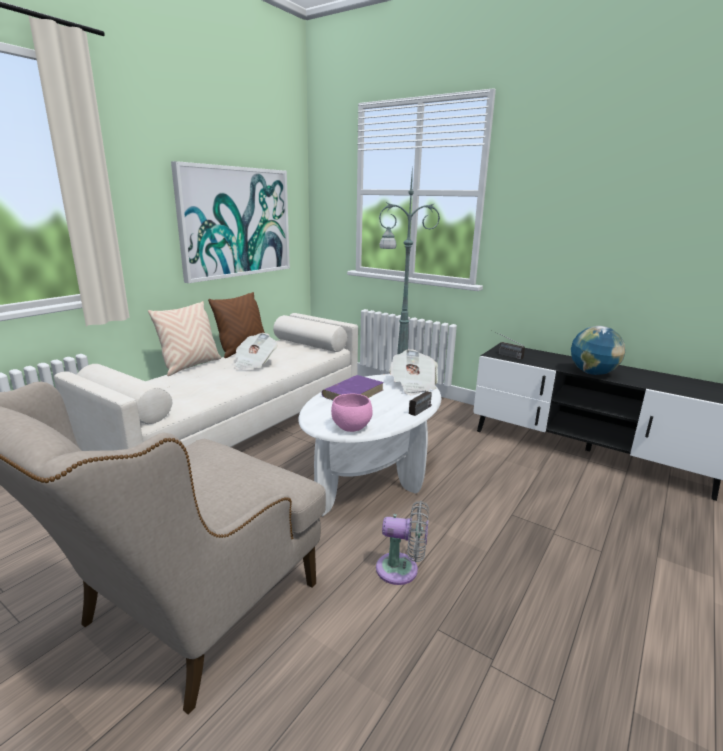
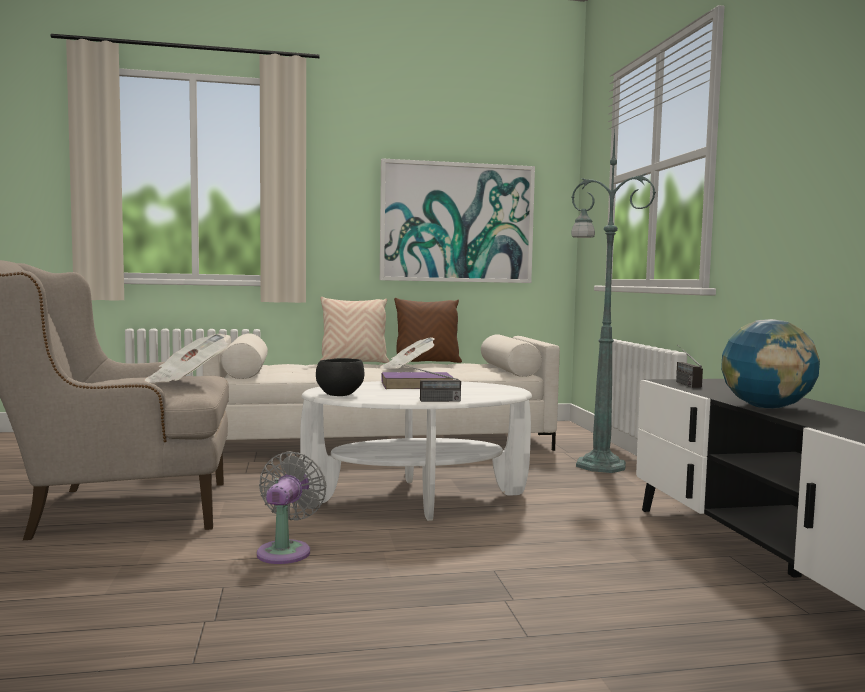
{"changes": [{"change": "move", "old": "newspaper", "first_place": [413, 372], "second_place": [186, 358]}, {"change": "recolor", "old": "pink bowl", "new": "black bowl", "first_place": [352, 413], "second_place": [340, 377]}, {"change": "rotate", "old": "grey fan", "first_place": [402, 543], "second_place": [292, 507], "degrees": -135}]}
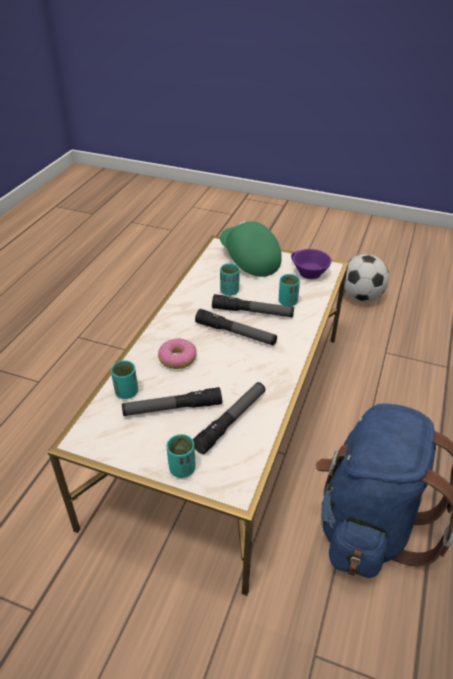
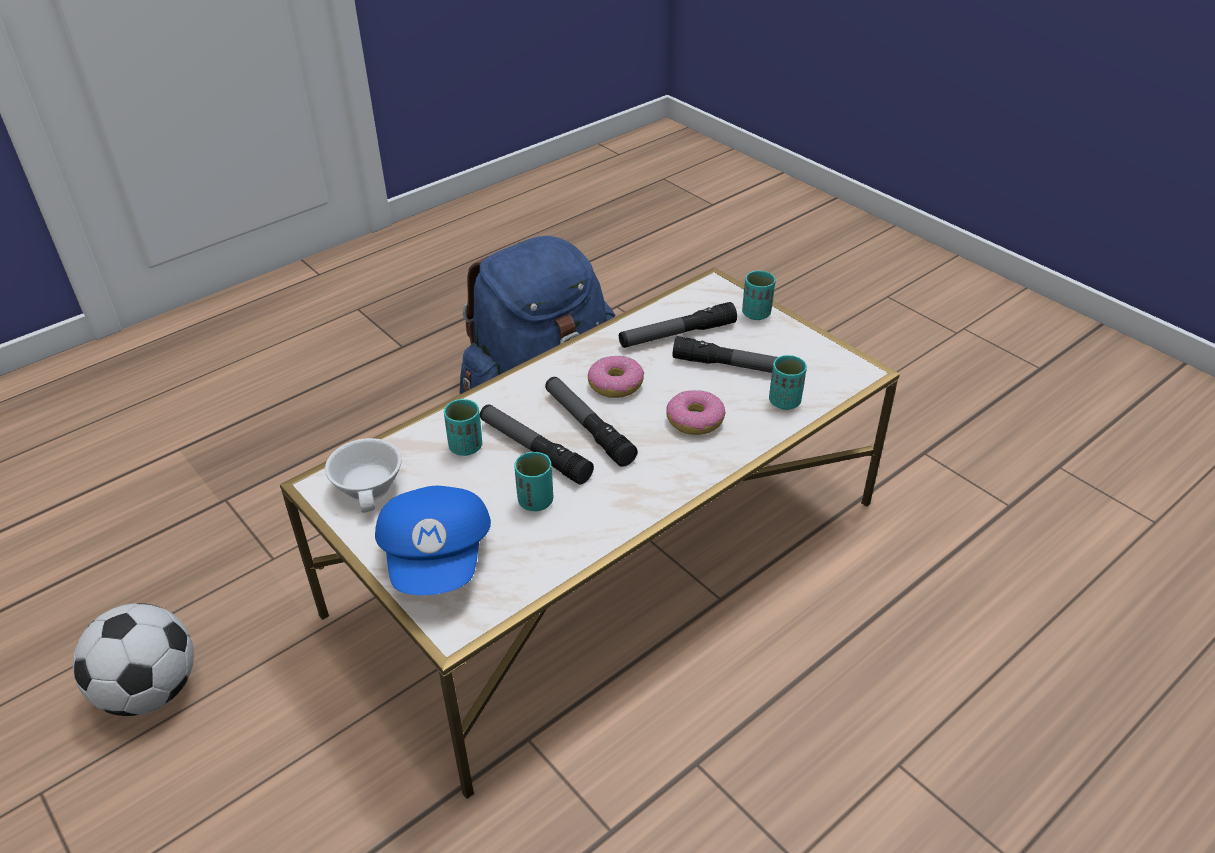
{"changes": [{"change": "recolor", "old": "green cap", "new": "blue cap", "first_place": [251, 249], "second_place": [433, 540]}, {"change": "recolor", "old": "purple cup", "new": "white cup", "first_place": [311, 264], "second_place": [363, 475]}, {"change": "insert", "new": "donut", "second_place": [616, 377]}]}
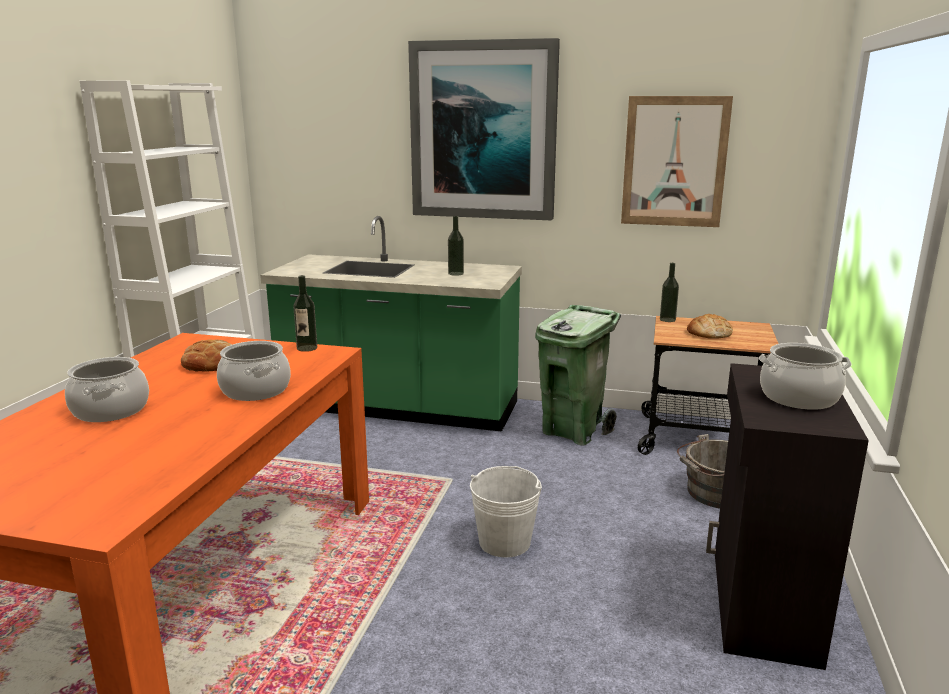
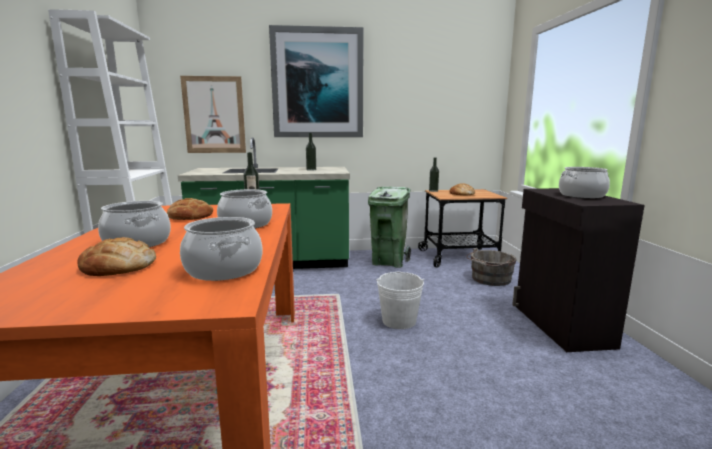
{"changes": [{"change": "move", "old": "picture", "first_place": [677, 161], "second_place": [213, 114]}, {"change": "insert", "new": "cooking pot", "second_place": [221, 249]}, {"change": "insert", "new": "bread", "second_place": [116, 256]}]}
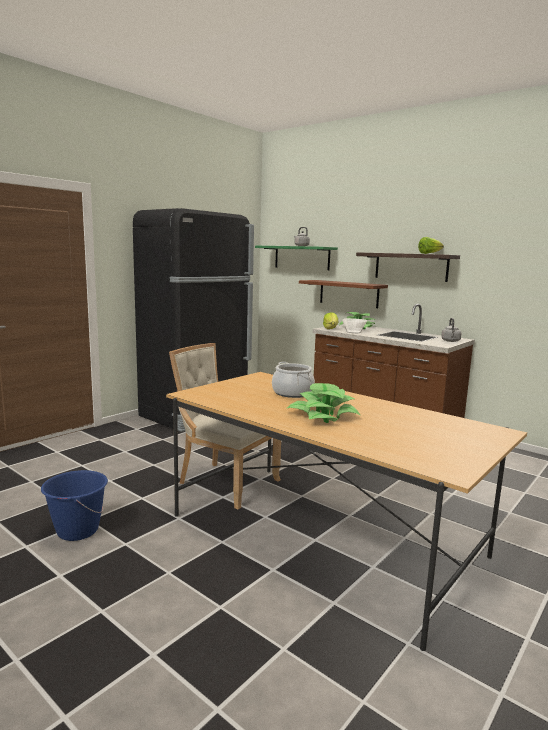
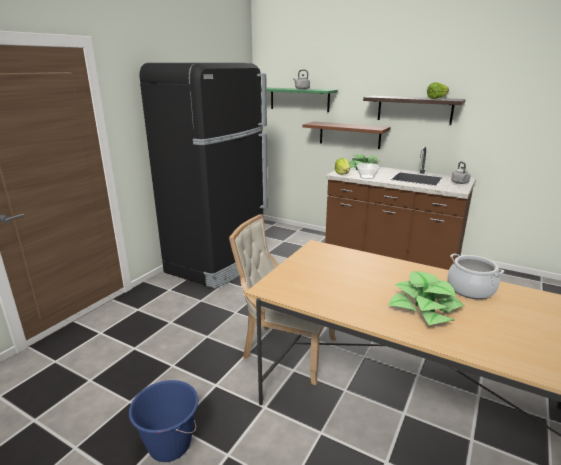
{"changes": [{"change": "move", "old": "cooking pot", "first_place": [293, 380], "second_place": [476, 276]}]}
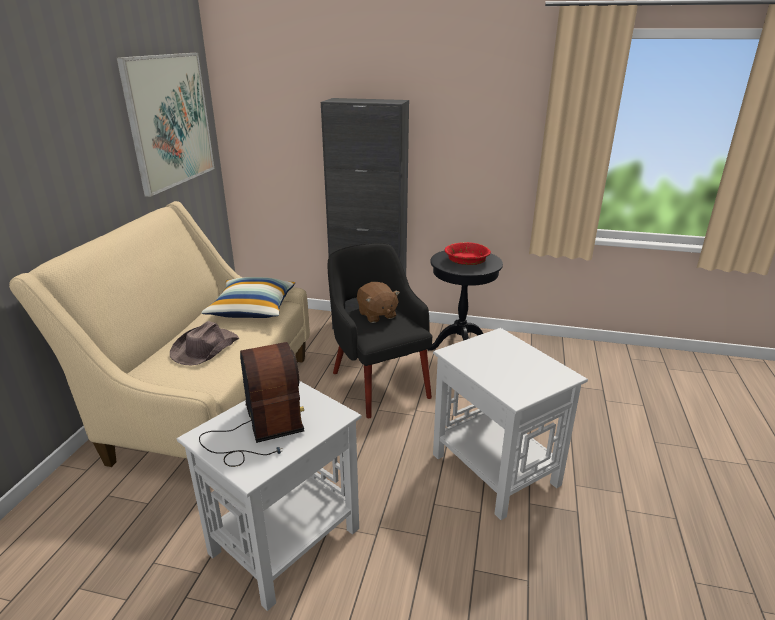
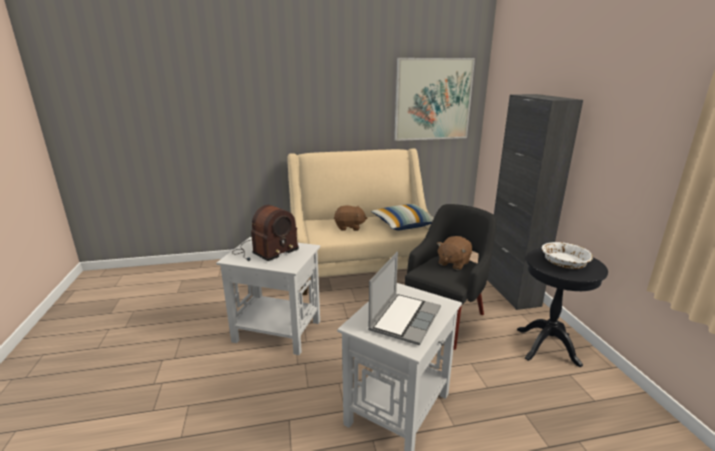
{"changes": [{"change": "recolor", "old": "red bowl", "new": "white bowl", "first_place": [468, 253], "second_place": [567, 255]}, {"change": "replace", "old": "brown hat", "new": "brown plush toy", "first_place": [204, 343], "second_place": [350, 218]}, {"change": "insert", "new": "laptop", "second_place": [404, 299]}]}
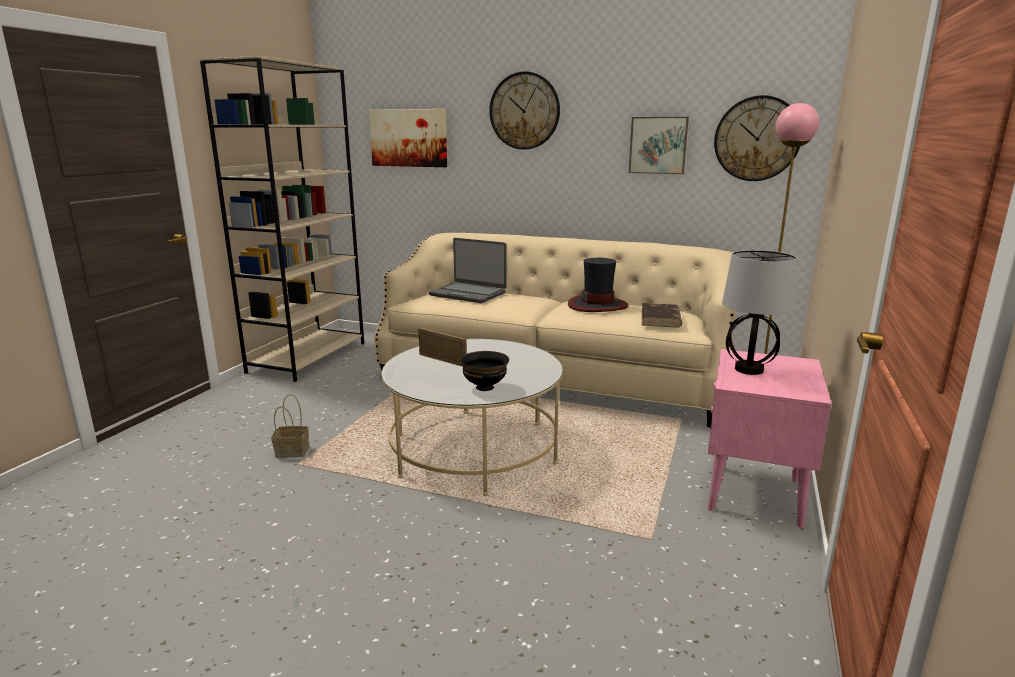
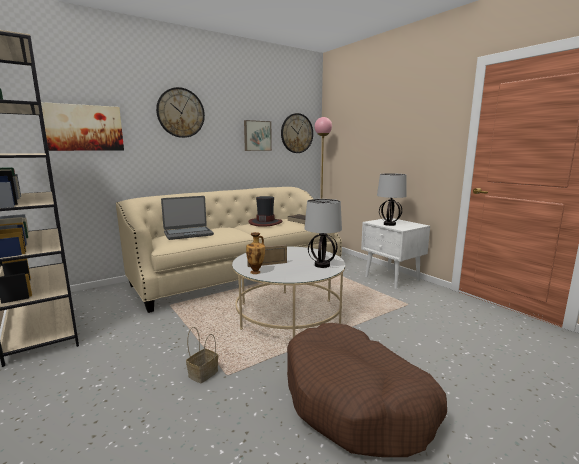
{"changes": [{"change": "recolor", "old": "pink nightstand", "new": "white nightstand", "first_place": [770, 439], "second_place": [395, 253]}, {"change": "replace", "old": "black bowl", "new": "table lamp", "first_place": [484, 371], "second_place": [323, 233]}, {"change": "insert", "new": "vase", "second_place": [255, 253]}, {"change": "insert", "new": "brown dog bed", "second_place": [367, 390]}]}
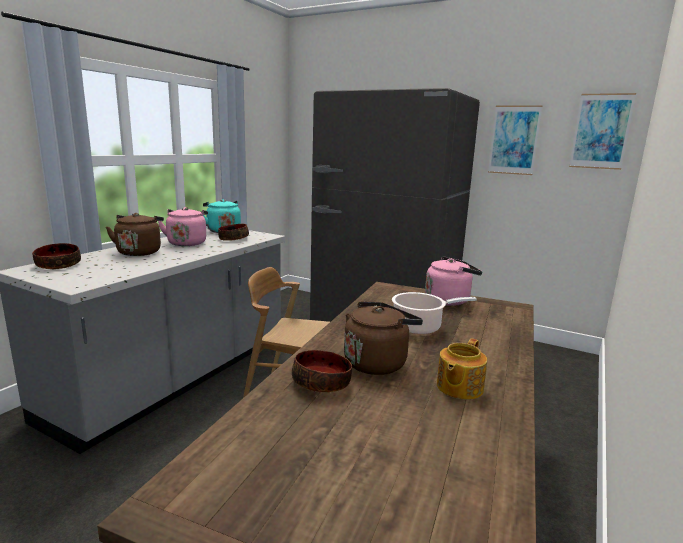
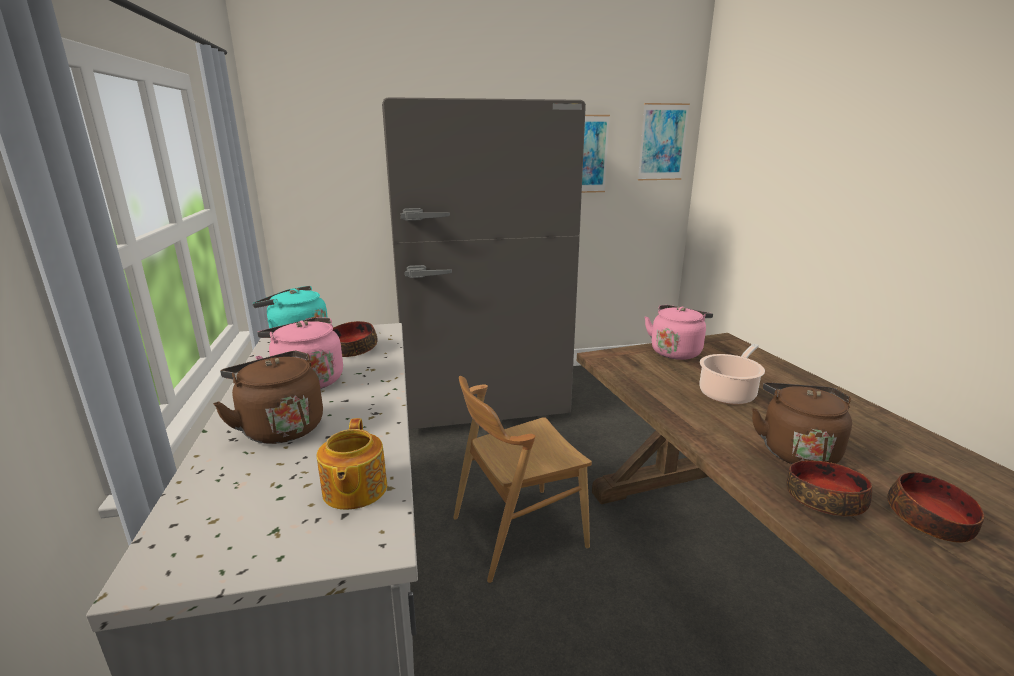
{"changes": [{"change": "move", "old": "bowl", "first_place": [56, 256], "second_place": [935, 507]}, {"change": "move", "old": "teapot", "first_place": [462, 369], "second_place": [351, 464]}]}
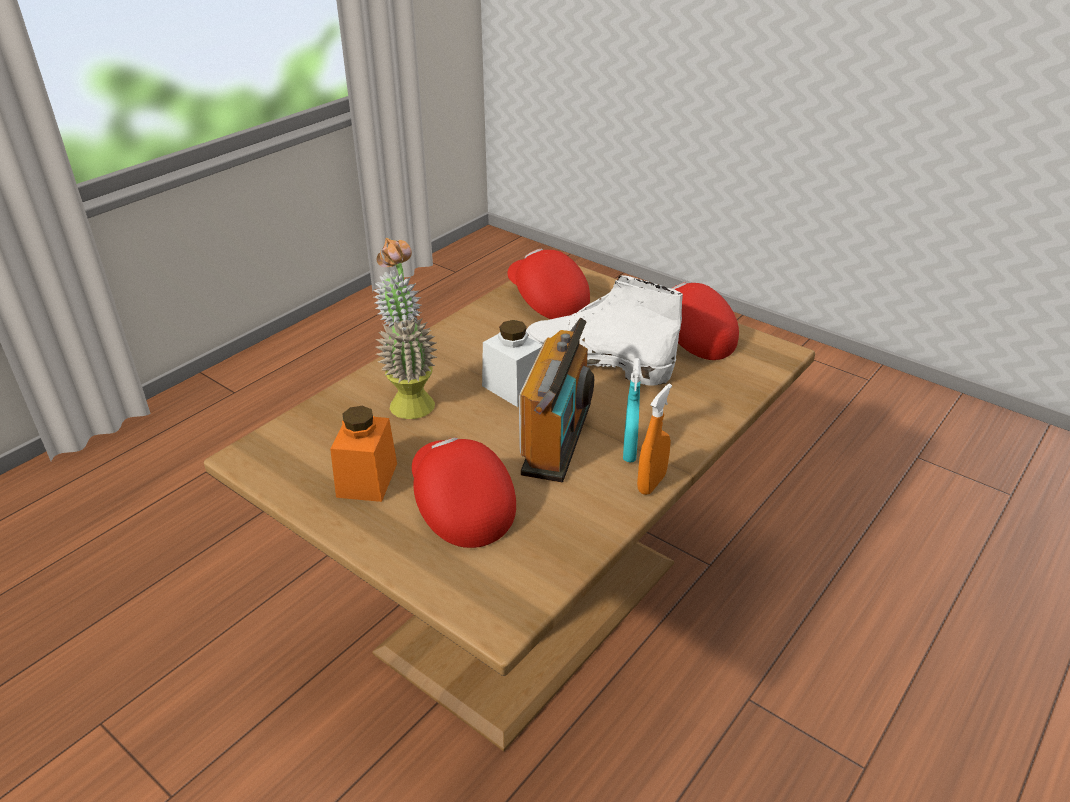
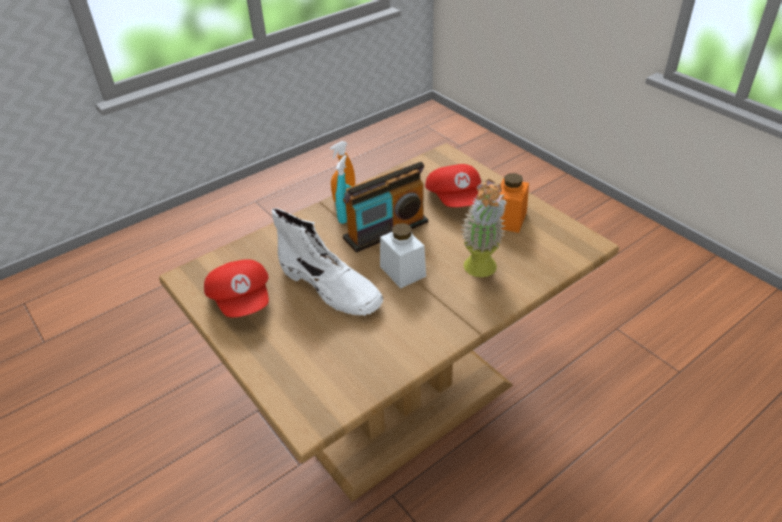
{"changes": [{"change": "delete", "old": "red cap", "first_place": [548, 283]}, {"change": "rotate", "old": "radio", "first_place": [556, 400], "second_place": [385, 207], "degrees": -150}]}
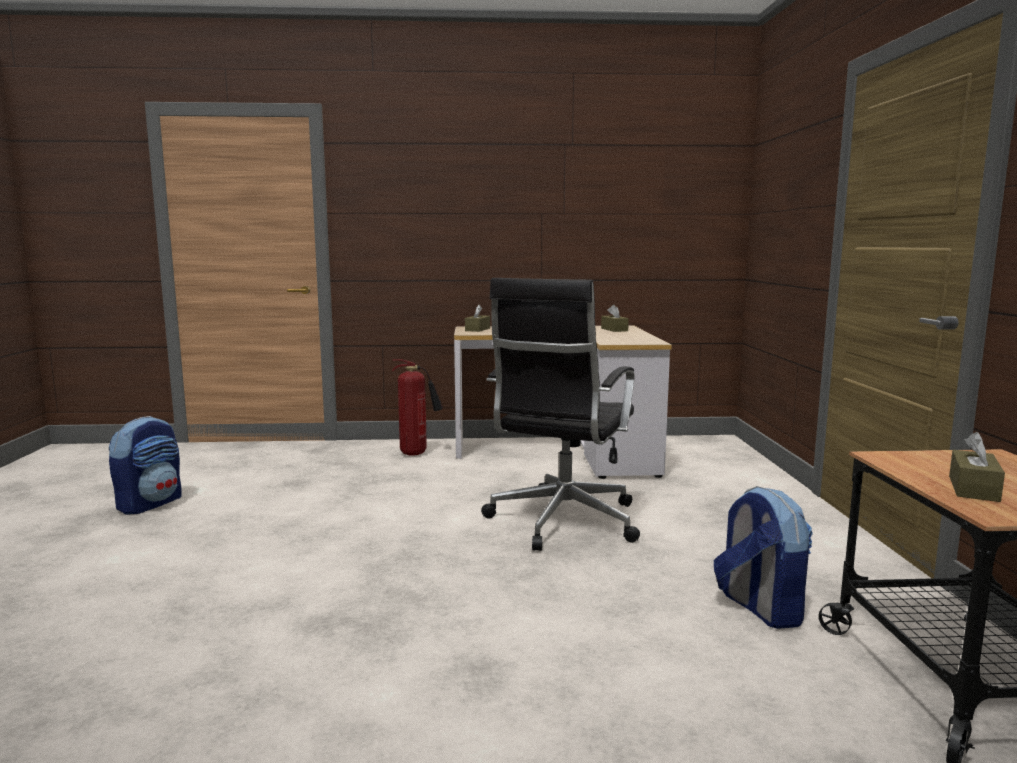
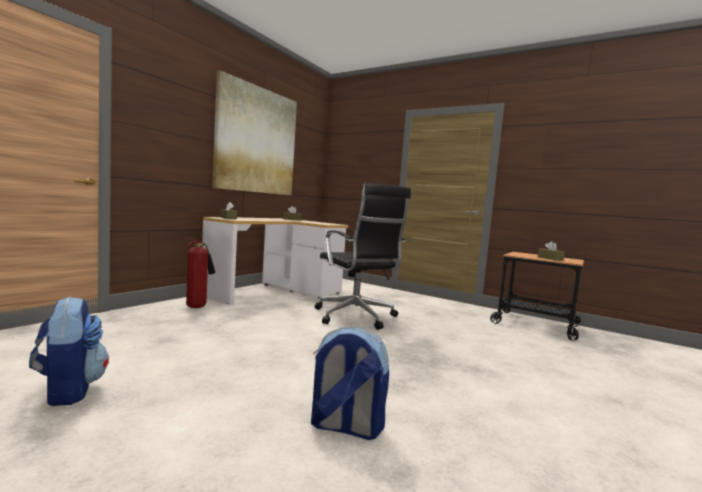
{"changes": [{"change": "move", "old": "backpack", "first_place": [763, 557], "second_place": [350, 383]}, {"change": "insert", "new": "picture", "second_place": [254, 132]}]}
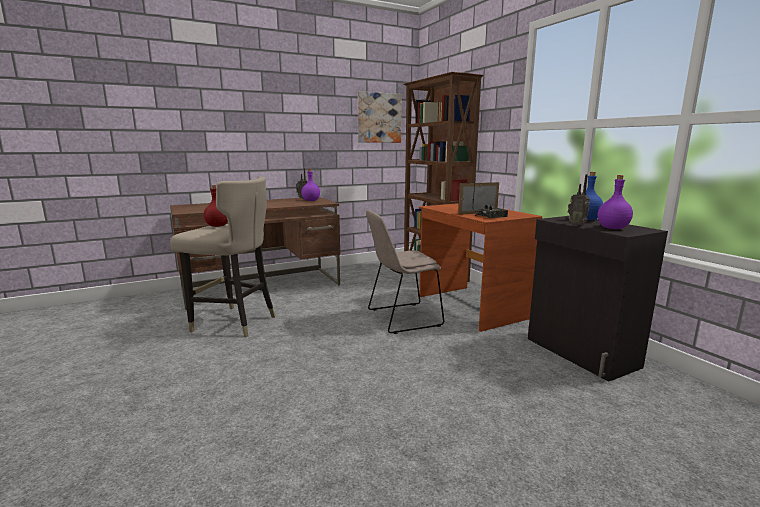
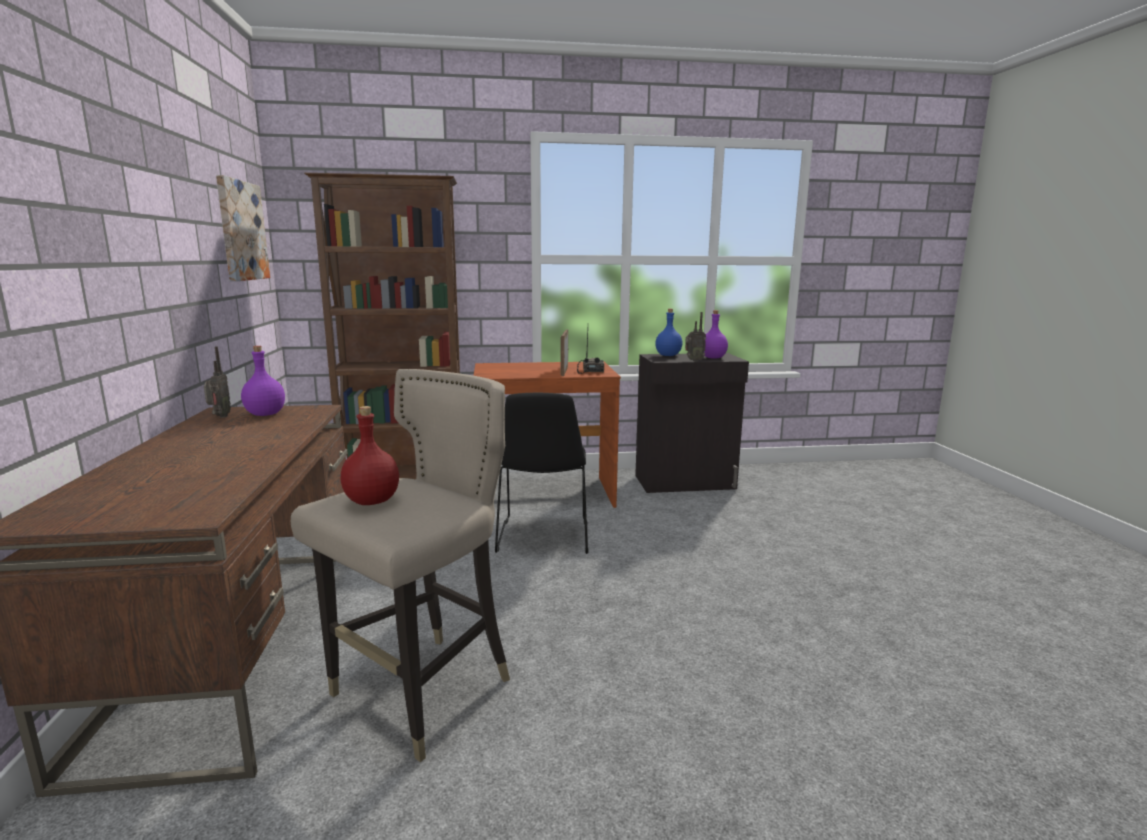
{"changes": [{"change": "recolor", "old": "beige chair", "new": "black chair", "first_place": [405, 272], "second_place": [541, 473]}]}
